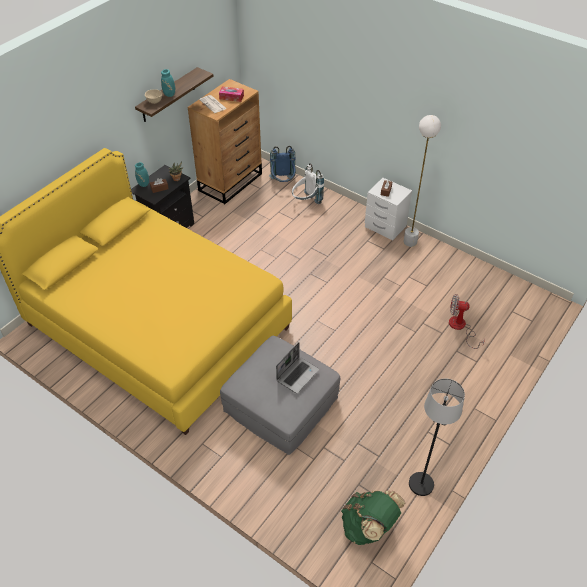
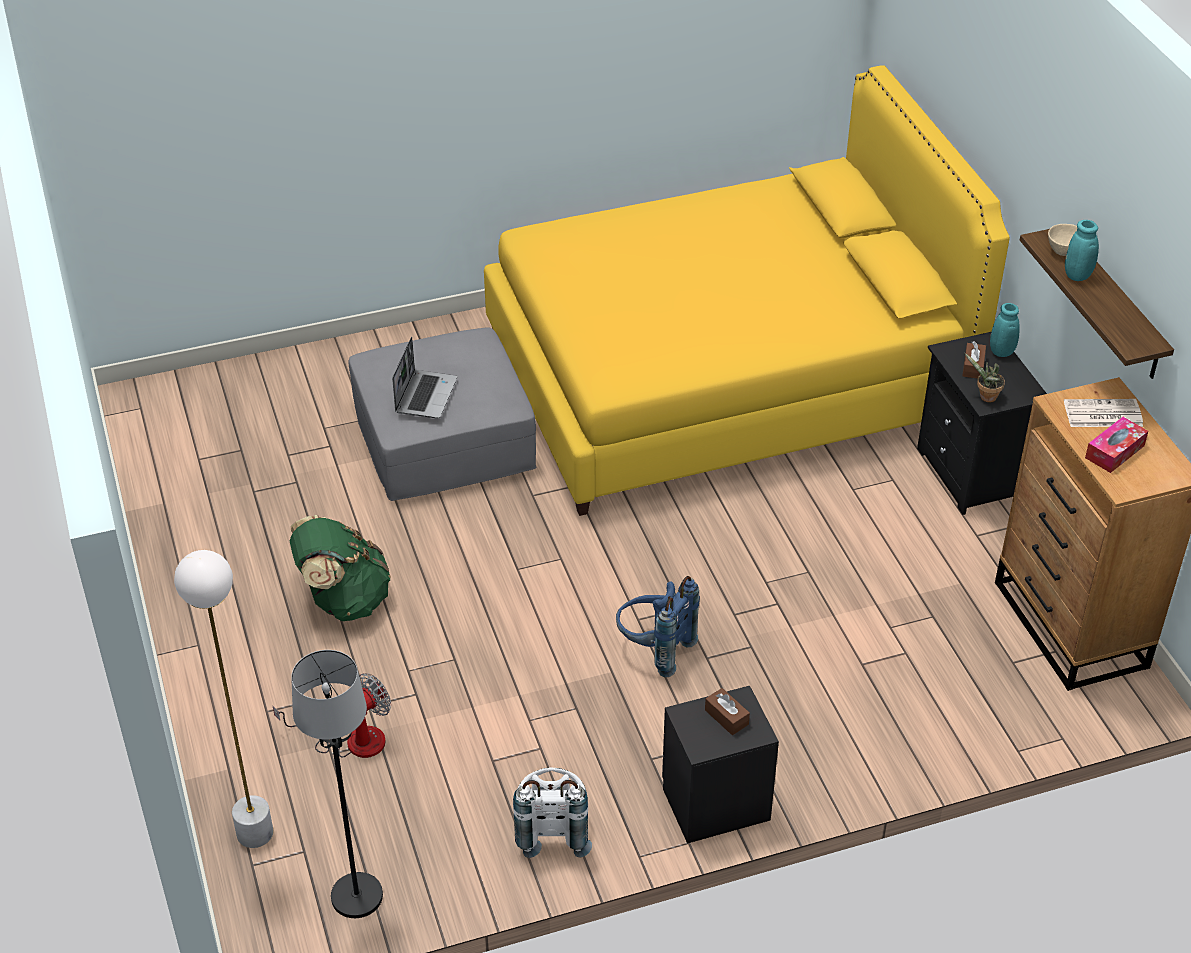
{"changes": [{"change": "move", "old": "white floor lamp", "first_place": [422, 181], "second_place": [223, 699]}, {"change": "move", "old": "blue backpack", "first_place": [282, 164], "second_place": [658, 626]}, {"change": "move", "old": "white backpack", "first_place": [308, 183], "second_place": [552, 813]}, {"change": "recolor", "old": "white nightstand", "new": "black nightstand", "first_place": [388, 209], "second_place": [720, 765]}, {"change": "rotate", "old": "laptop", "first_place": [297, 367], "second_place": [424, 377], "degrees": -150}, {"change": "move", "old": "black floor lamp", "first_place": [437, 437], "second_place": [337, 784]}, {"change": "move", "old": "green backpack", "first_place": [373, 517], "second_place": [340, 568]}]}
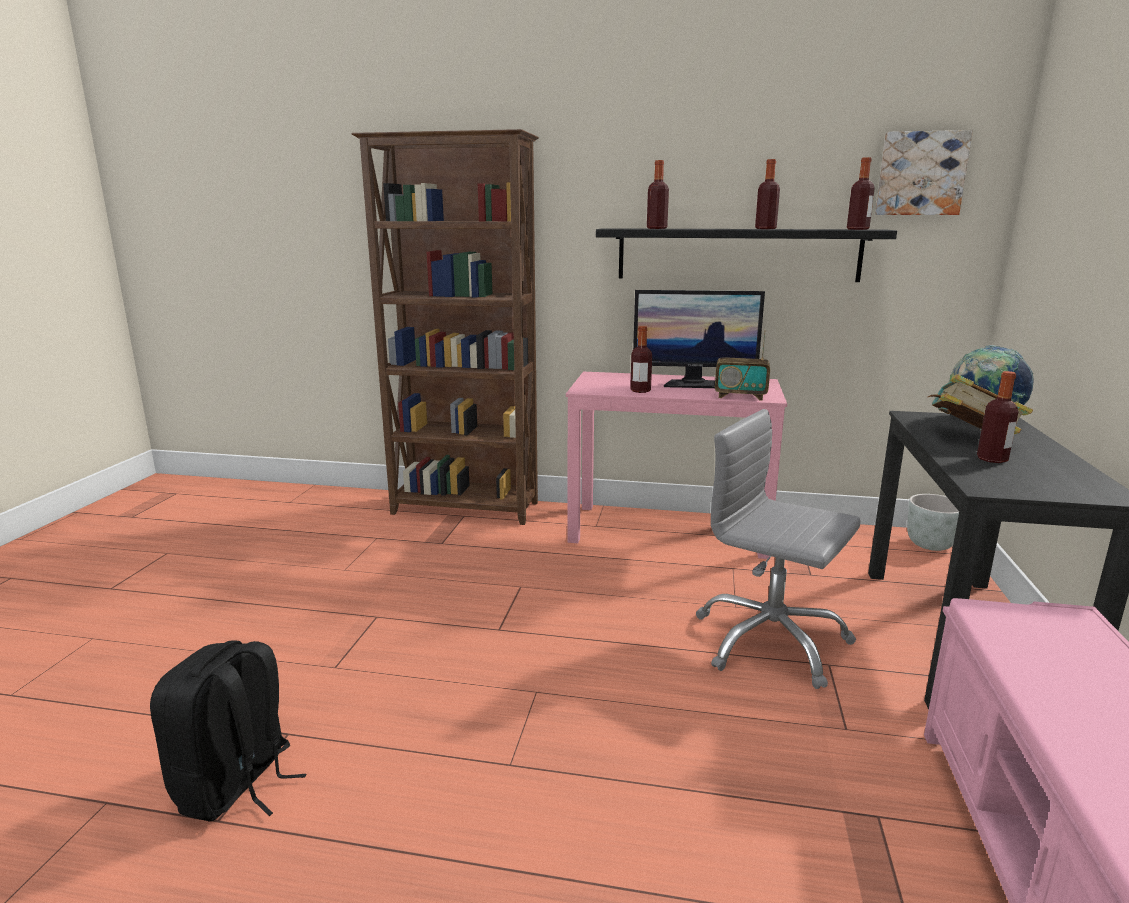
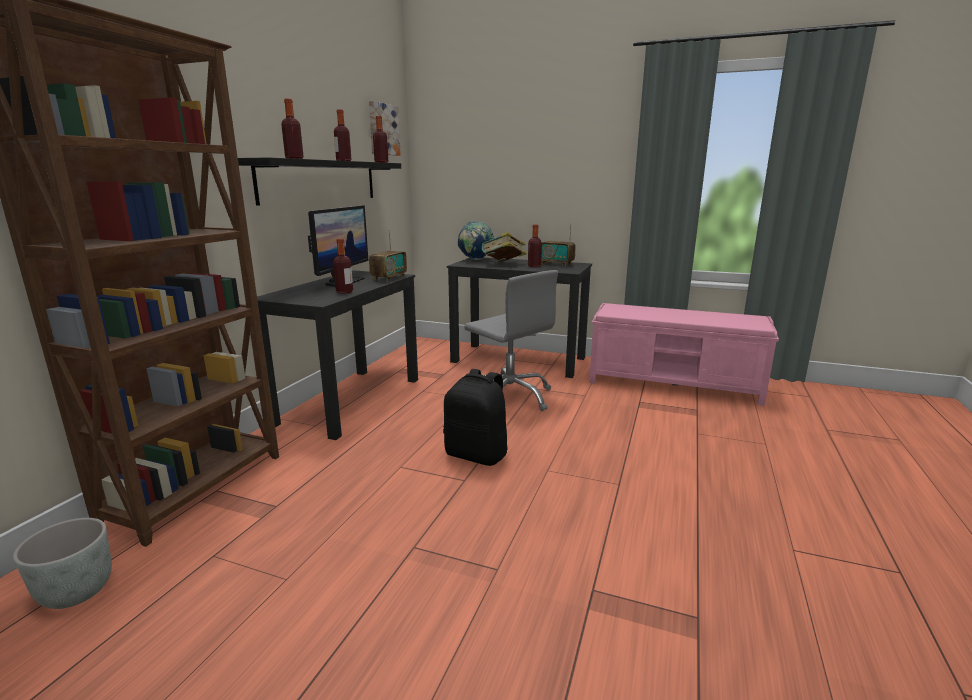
{"changes": [{"change": "recolor", "old": "pink desk", "new": "black desk", "first_place": [676, 465], "second_place": [337, 355]}, {"change": "rotate", "old": "grey office chair", "first_place": [778, 549], "second_place": [511, 340], "degrees": -90}, {"change": "move", "old": "grey planter", "first_place": [933, 522], "second_place": [62, 563]}, {"change": "move", "old": "black backpack", "first_place": [228, 731], "second_place": [475, 417]}, {"change": "insert", "new": "radio", "second_place": [558, 245]}]}
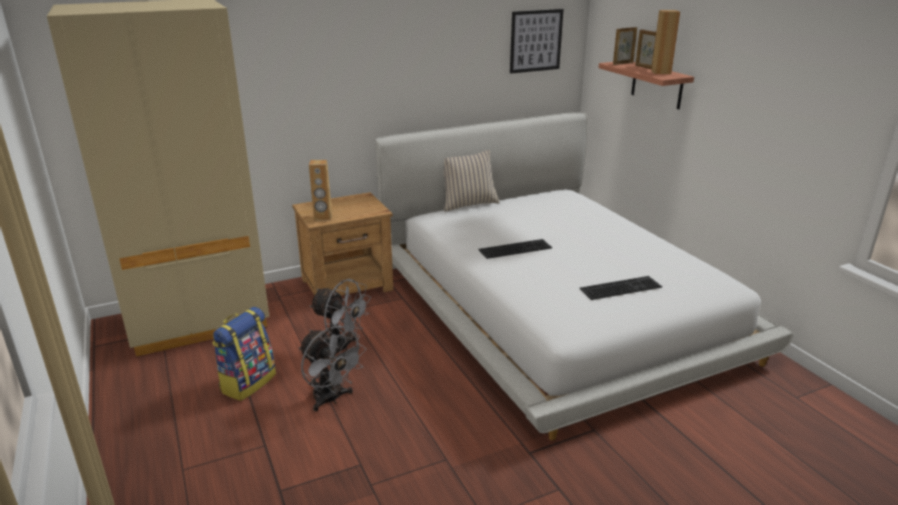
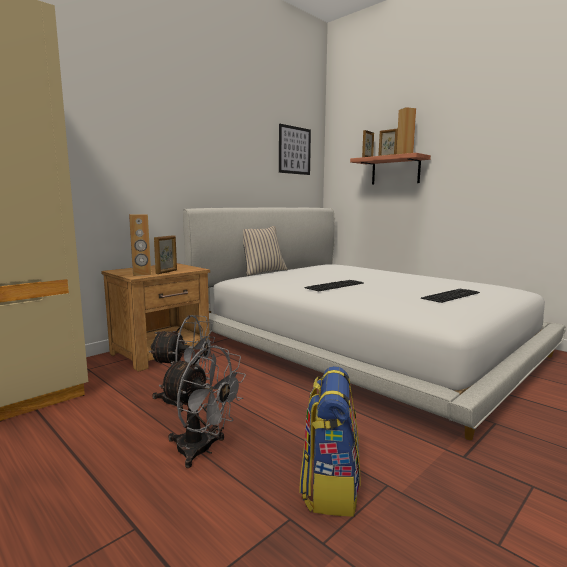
{"changes": [{"change": "move", "old": "backpack", "first_place": [244, 354], "second_place": [330, 441]}, {"change": "insert", "new": "picture frame", "second_place": [165, 254]}]}
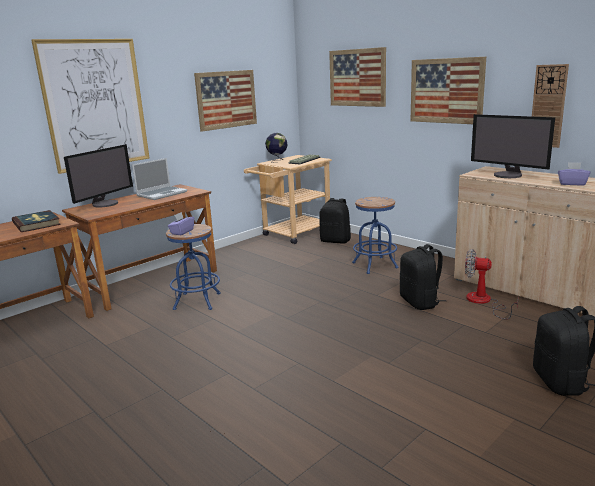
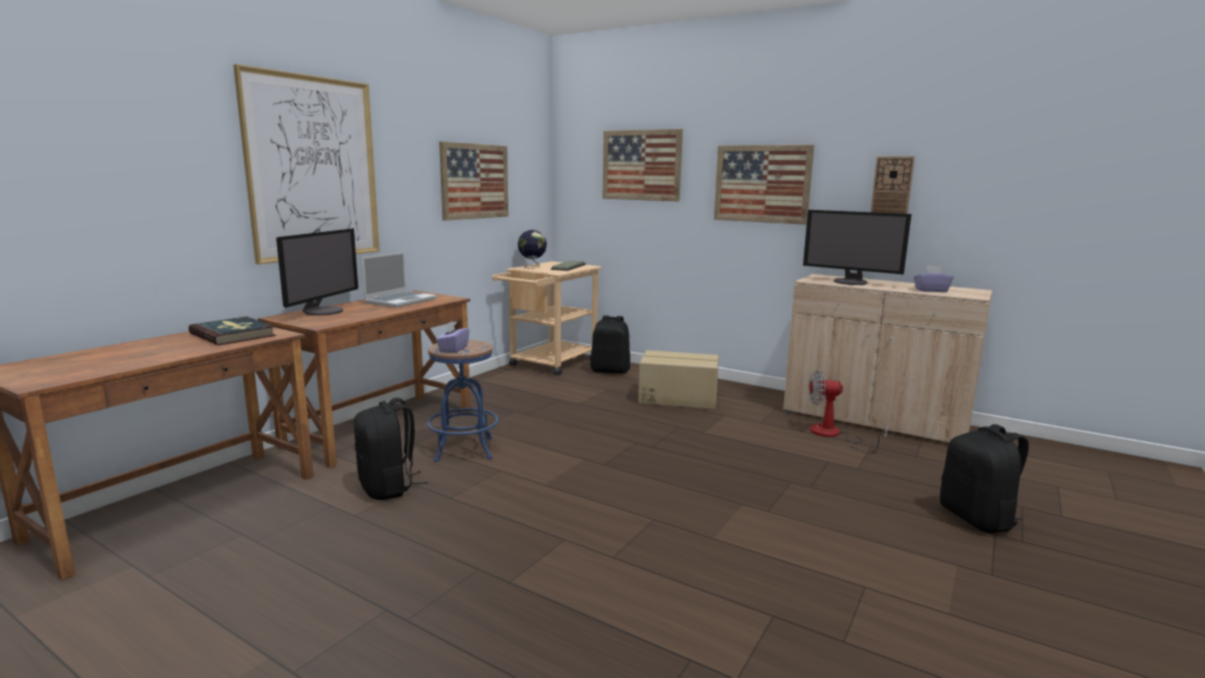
{"changes": [{"change": "replace", "old": "blue stool", "new": "cardboard box", "first_place": [375, 235], "second_place": [678, 379]}, {"change": "move", "old": "black backpack", "first_place": [423, 277], "second_place": [391, 449]}]}
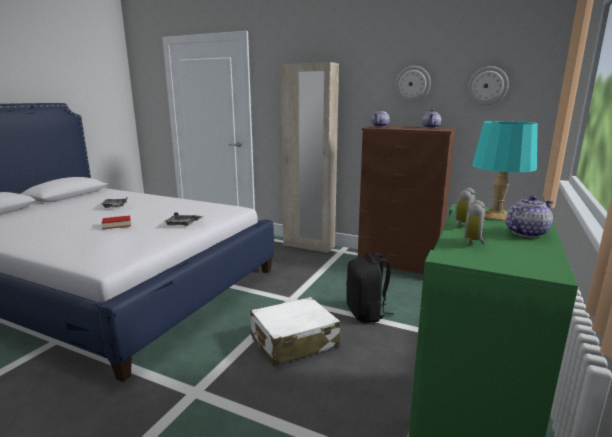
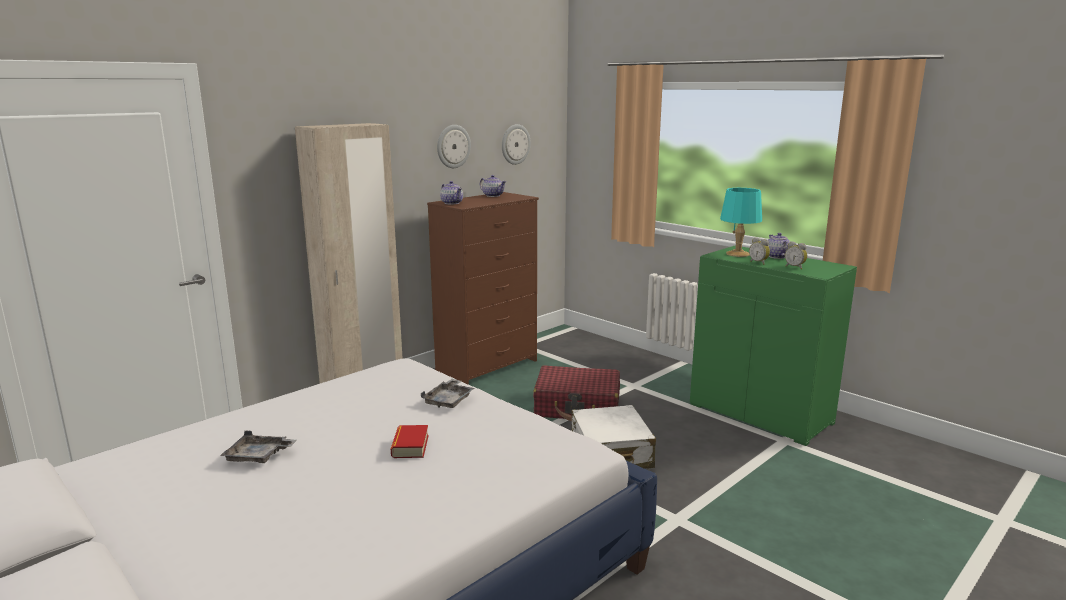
{"changes": [{"change": "replace", "old": "black backpack", "new": "red suitcase", "first_place": [370, 287], "second_place": [576, 393]}]}
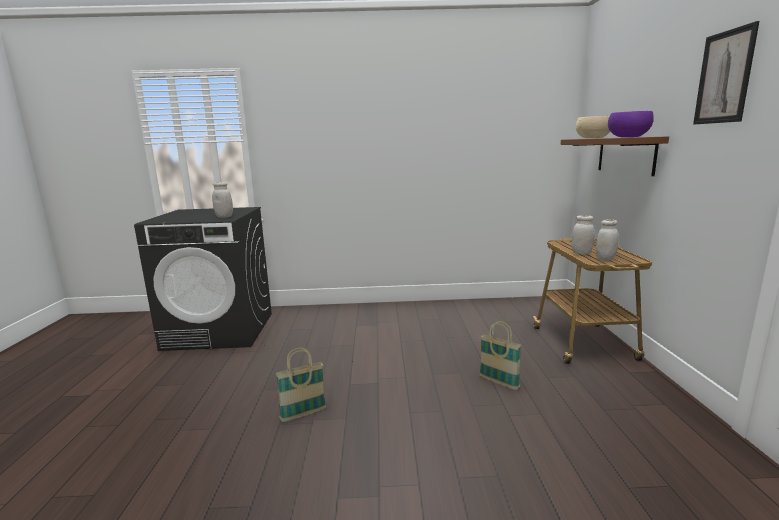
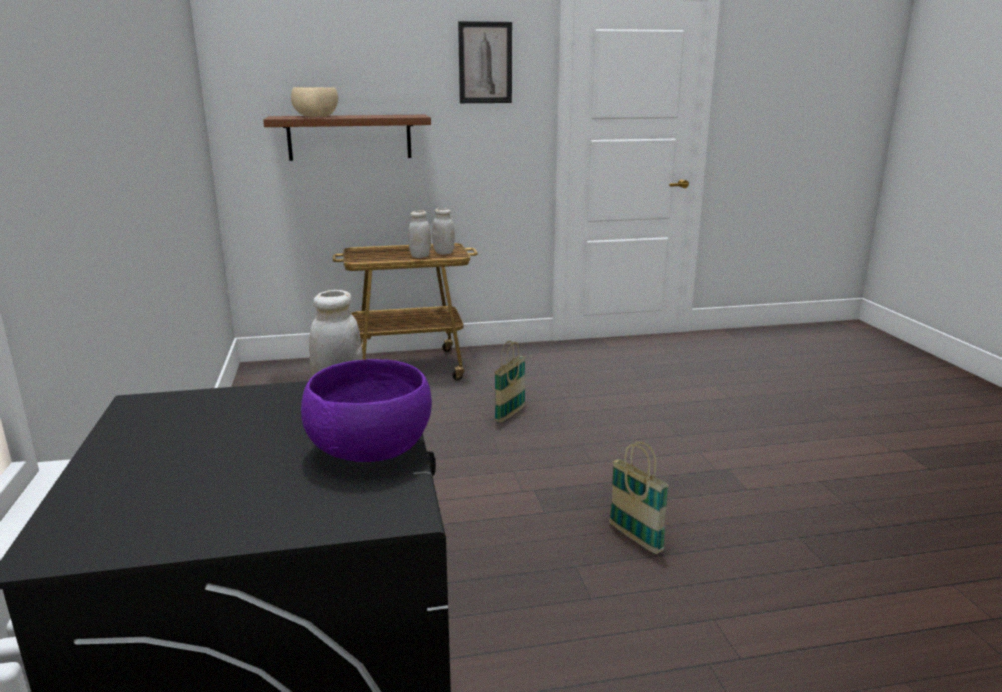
{"changes": [{"change": "move", "old": "purple bowl", "first_place": [631, 124], "second_place": [366, 410]}]}
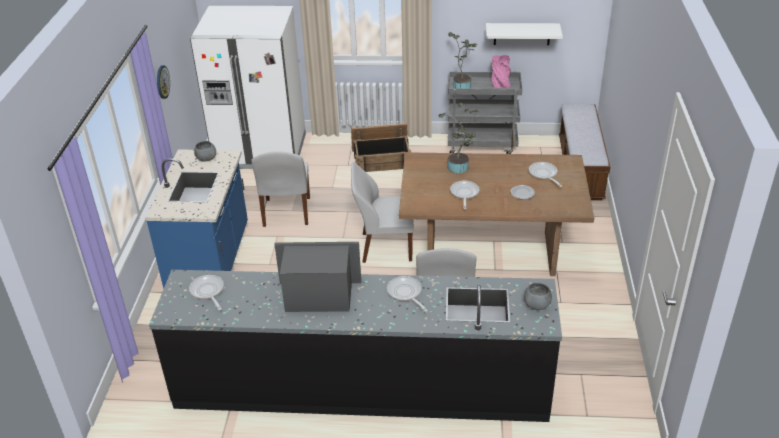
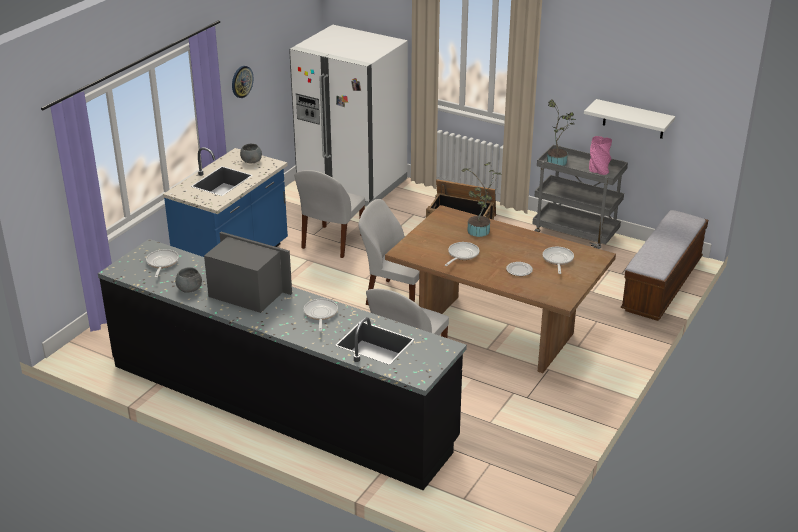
{"changes": [{"change": "move", "old": "grey bowl", "first_place": [538, 296], "second_place": [188, 280]}]}
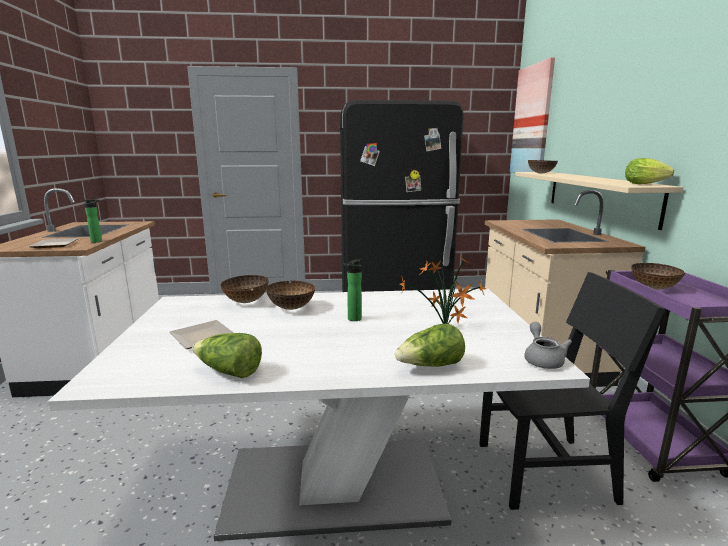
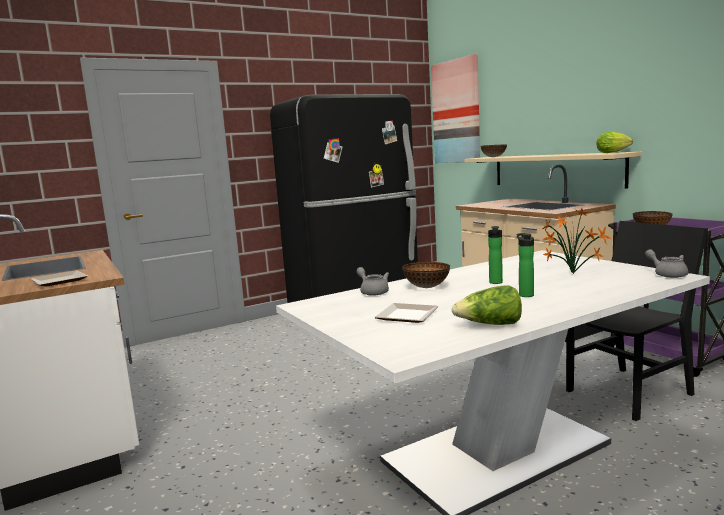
{"changes": [{"change": "move", "old": "bottle", "first_place": [93, 221], "second_place": [525, 265]}, {"change": "replace", "old": "bowl", "new": "grey teapot", "first_place": [245, 289], "second_place": [372, 281]}, {"change": "delete", "old": "lettuce", "first_place": [430, 345]}]}
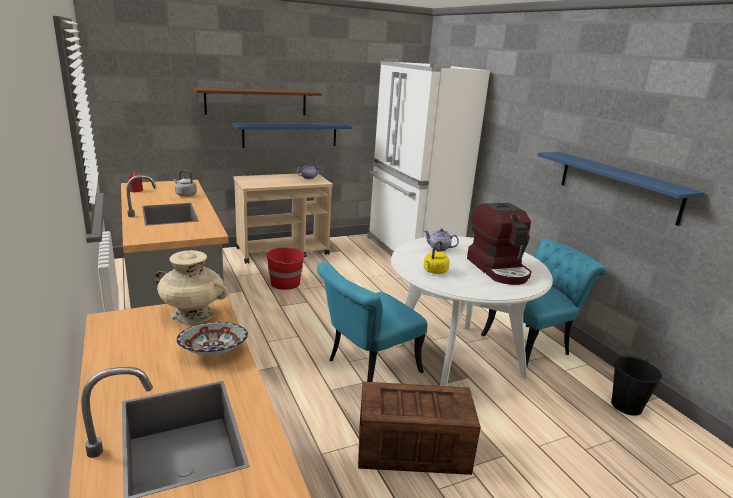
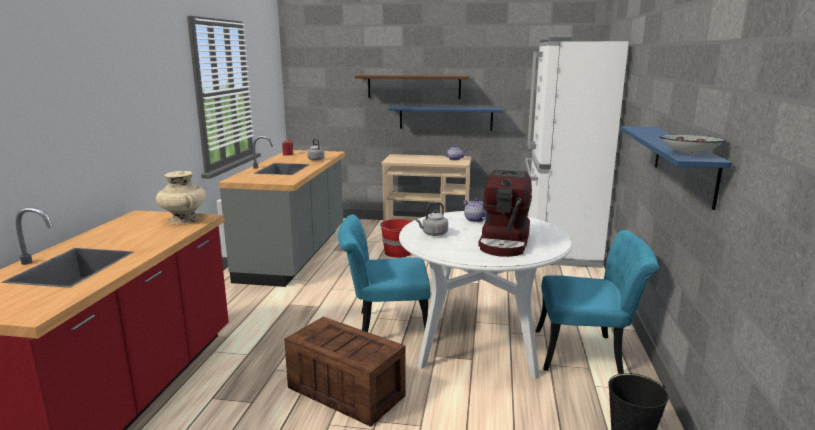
{"changes": [{"change": "recolor", "old": "yellow kettle", "new": "grey kettle", "first_place": [437, 257], "second_place": [432, 219]}, {"change": "move", "old": "bowl", "first_place": [212, 339], "second_place": [693, 145]}]}
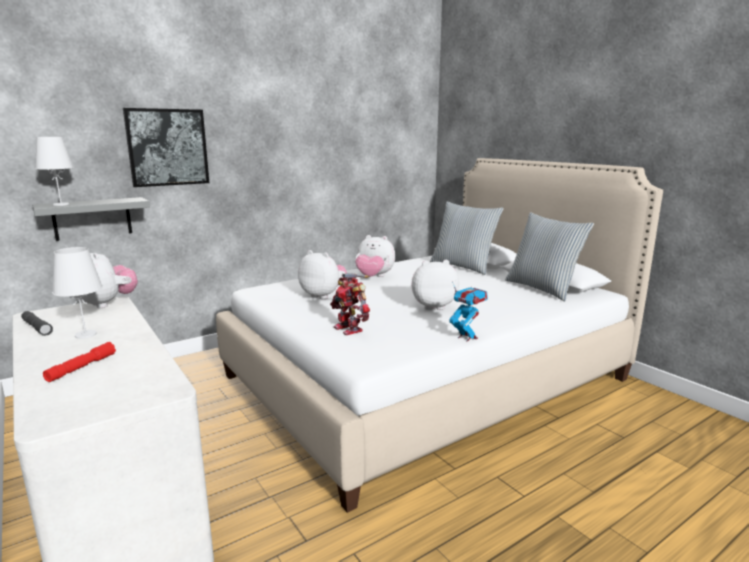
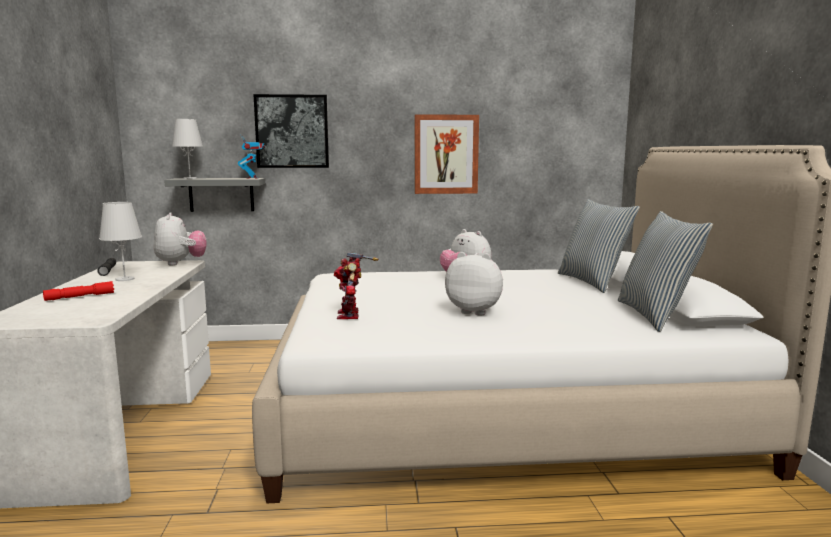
{"changes": [{"change": "delete", "old": "plush toy", "first_place": [322, 275]}, {"change": "move", "old": "toy robot", "first_place": [468, 311], "second_place": [251, 157]}, {"change": "insert", "new": "picture", "second_place": [447, 154]}]}
